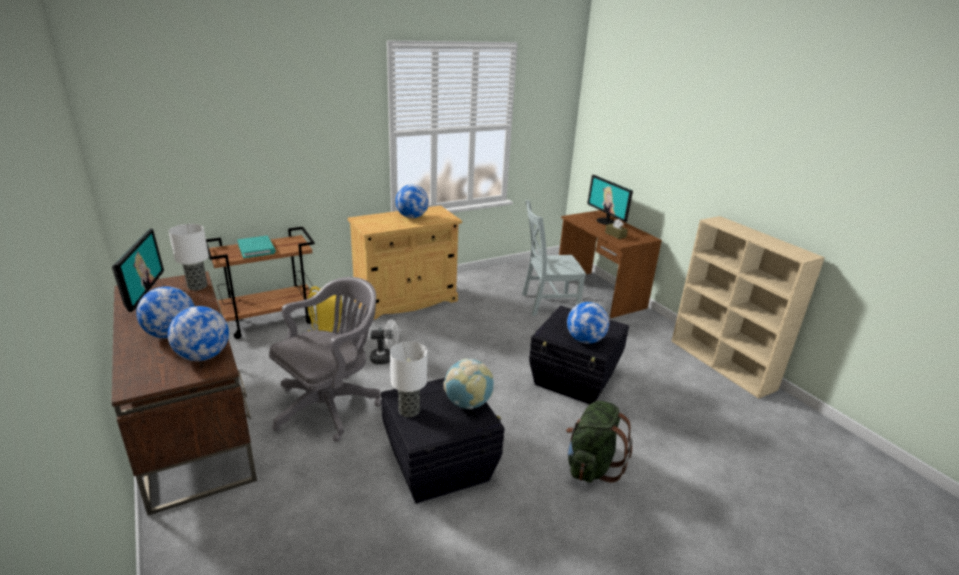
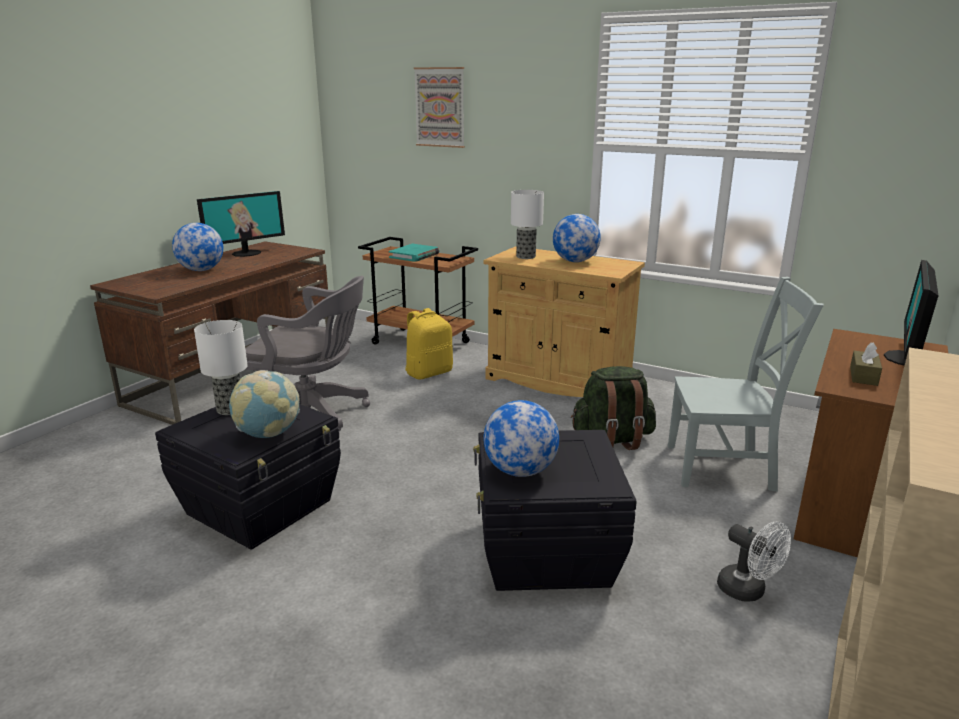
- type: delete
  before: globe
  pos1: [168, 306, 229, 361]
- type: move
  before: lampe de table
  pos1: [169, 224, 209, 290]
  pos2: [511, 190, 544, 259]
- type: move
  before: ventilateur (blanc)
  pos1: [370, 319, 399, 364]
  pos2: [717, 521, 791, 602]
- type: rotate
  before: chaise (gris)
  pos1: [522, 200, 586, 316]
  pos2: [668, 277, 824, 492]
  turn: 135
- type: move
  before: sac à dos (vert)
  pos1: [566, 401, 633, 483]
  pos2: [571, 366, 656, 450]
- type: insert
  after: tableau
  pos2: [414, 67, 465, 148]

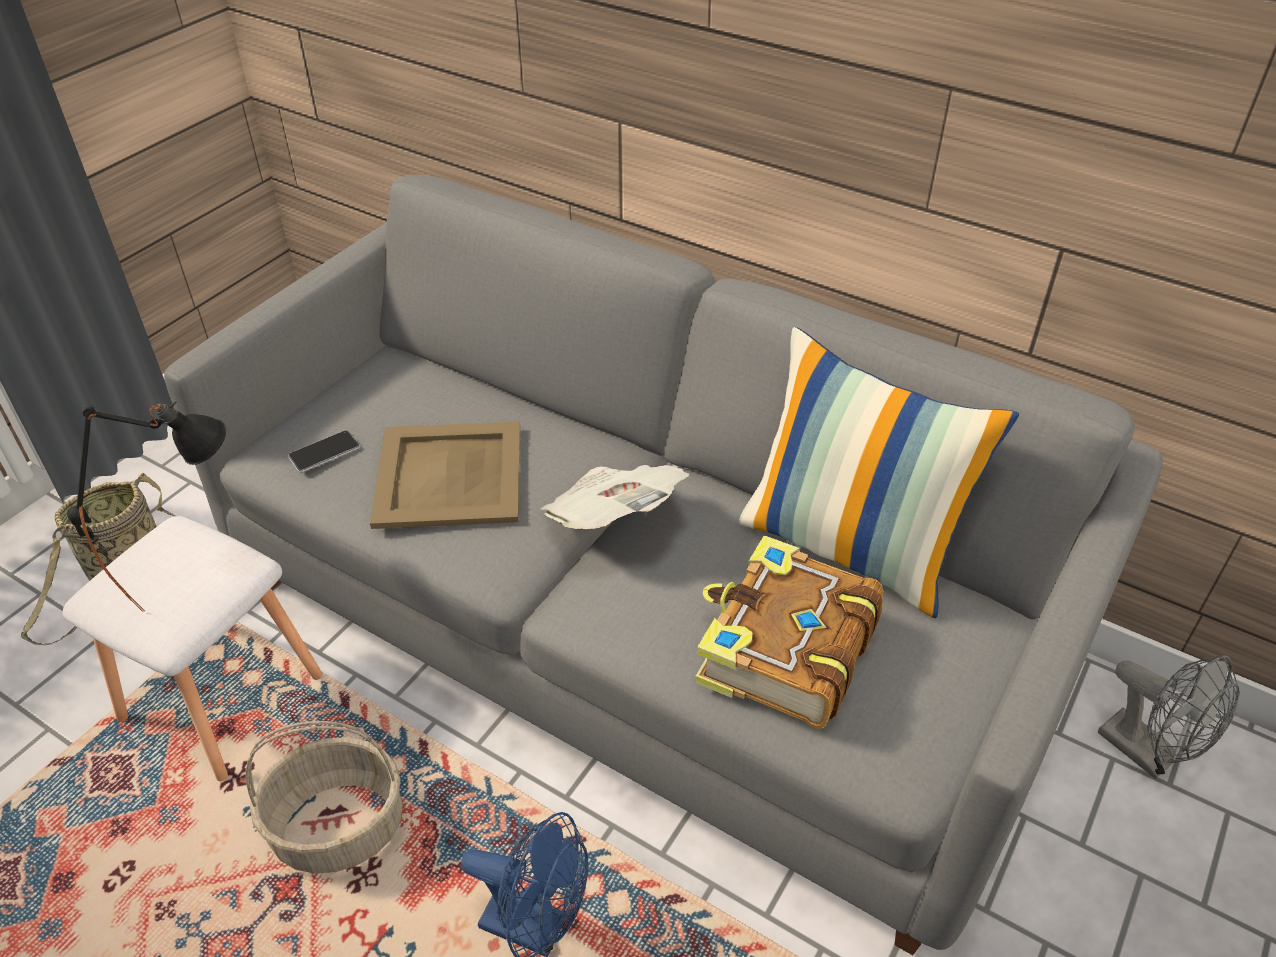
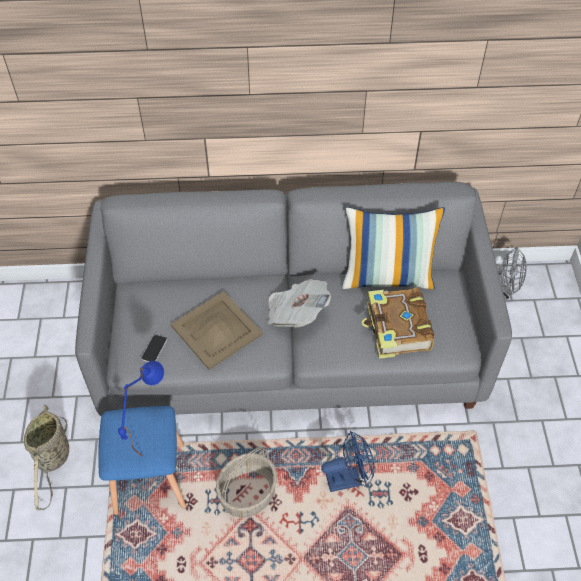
- type: recolor
  before: tabouret (blanc)
  after: tabouret (bleu)
  pos1: [62, 516, 323, 781]
  pos2: [98, 406, 186, 515]
- type: recolor
  before: lampe de table (noir)
  after: lampe de table (bleu)
  pos1: [67, 401, 226, 612]
  pos2: [118, 361, 164, 457]

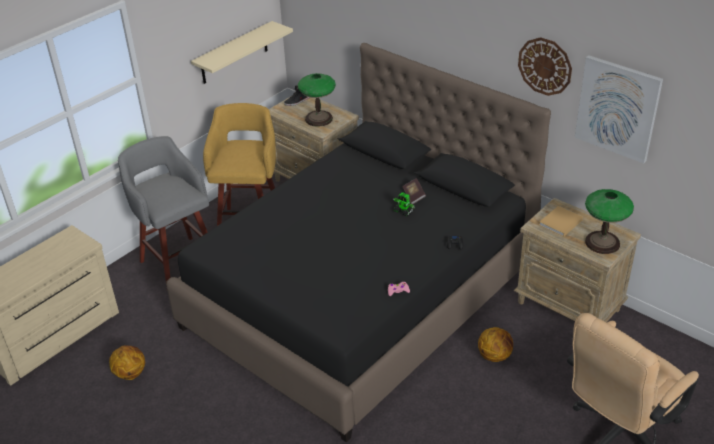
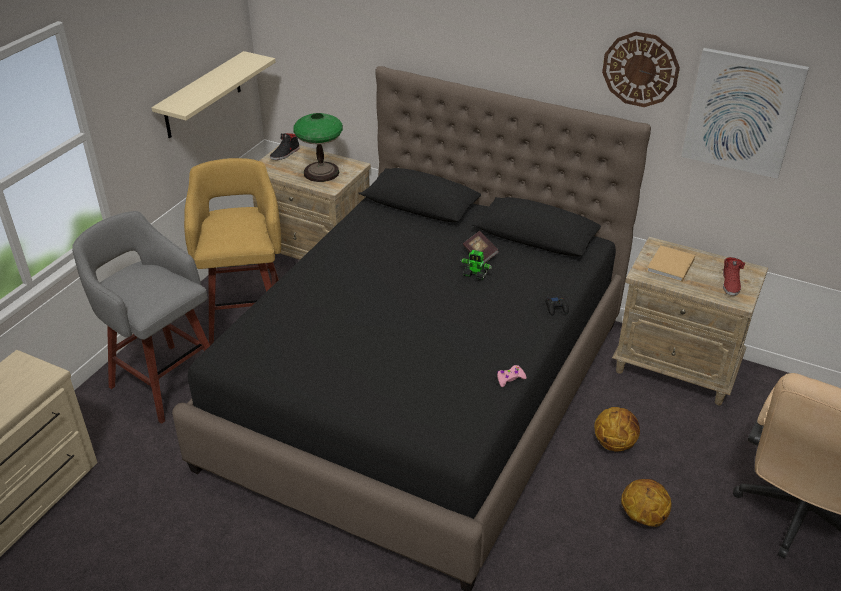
- type: move
  before: ballon de basket
  pos1: [109, 345, 145, 380]
  pos2: [621, 479, 671, 527]
- type: replace
  before: lampe de table
  after: chaussure (rouge)
  pos1: [585, 189, 634, 254]
  pos2: [723, 257, 745, 296]

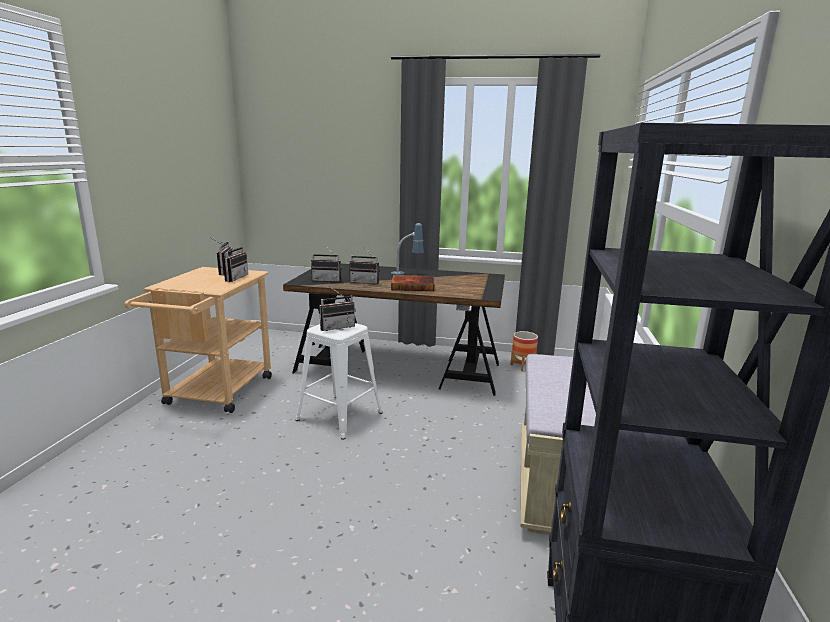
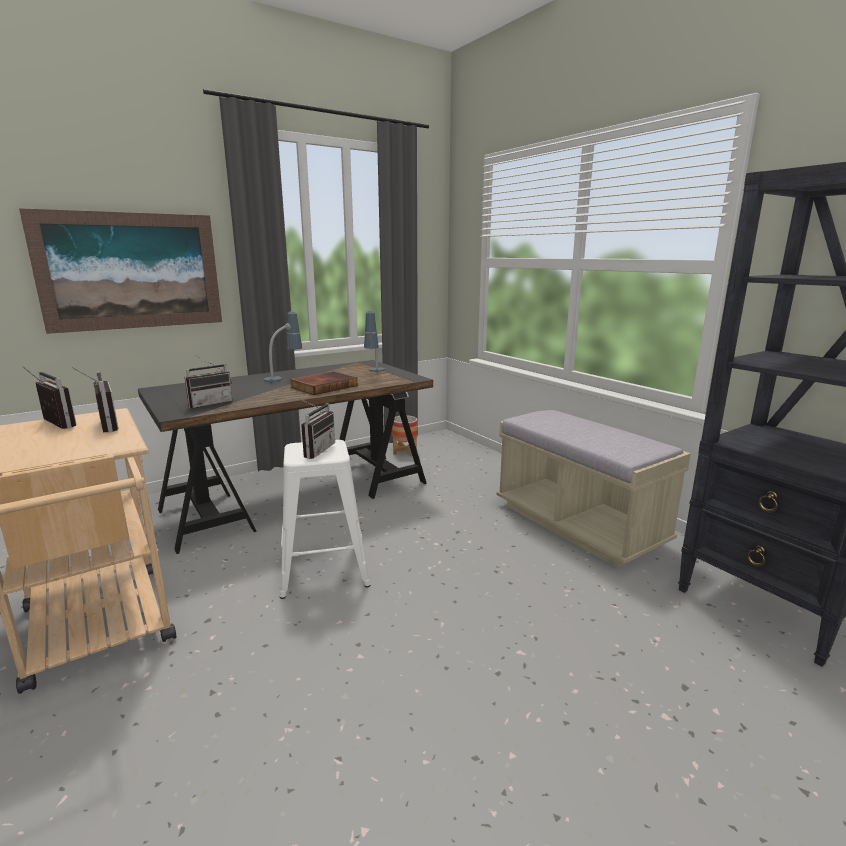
- type: delete
  before: radio
  pos1: [349, 251, 380, 284]
- type: insert
  after: tableau
  pos2: [19, 208, 222, 334]
- type: insert
  after: lampe de table
  pos2: [364, 311, 385, 372]

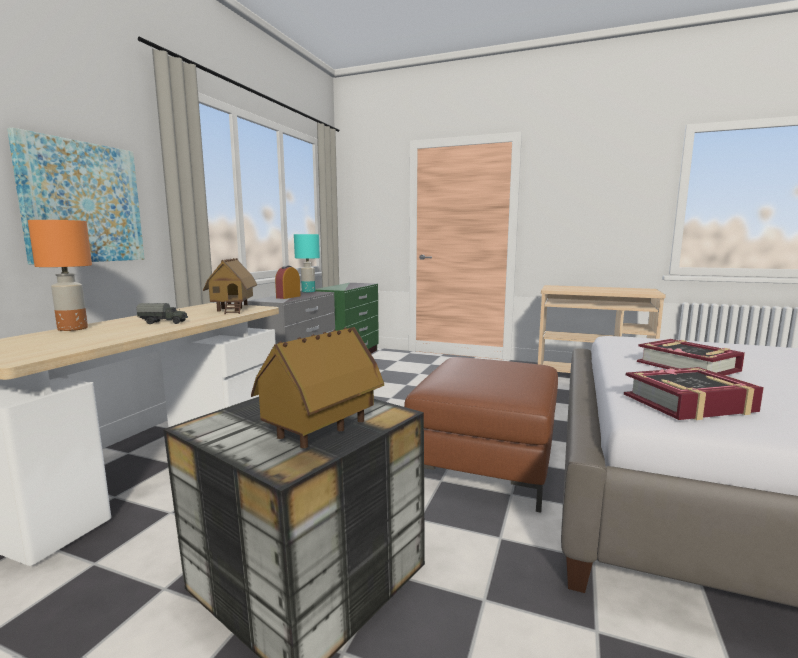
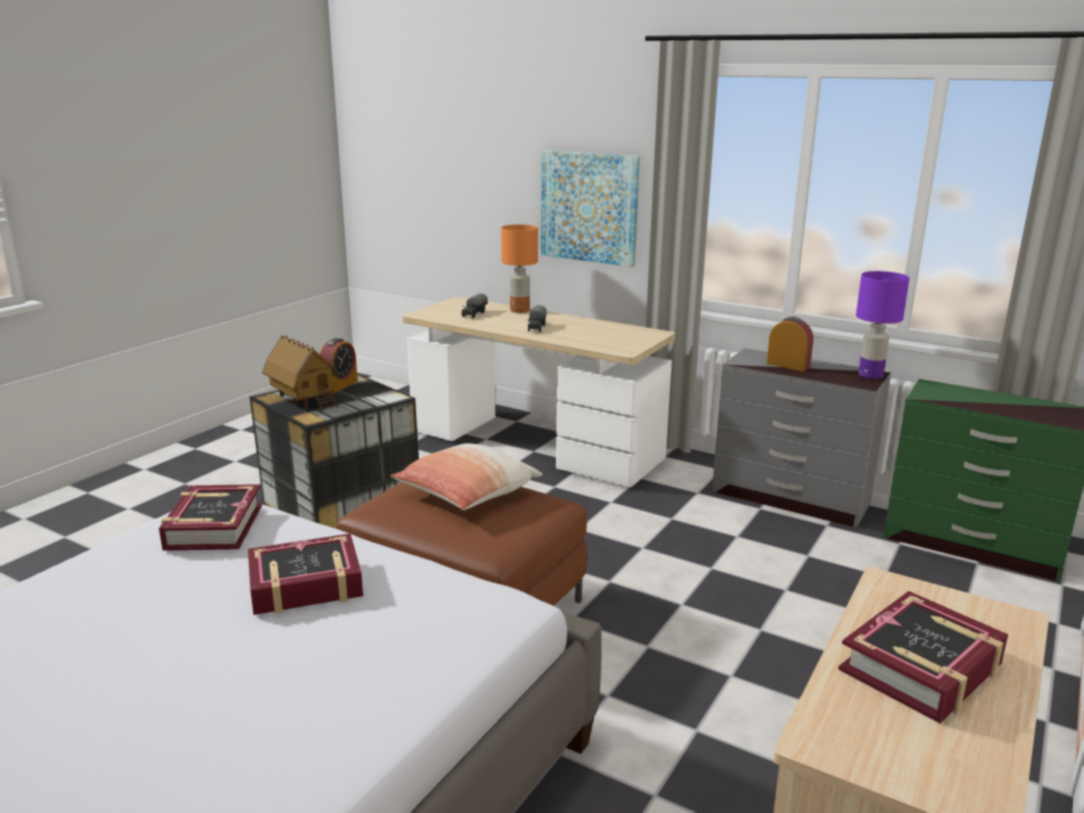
- type: delete
  before: maison miniature
  pos1: [203, 258, 257, 314]
- type: recolor
  before: lampe de table (turquoise)
  after: lampe de table (violet)
  pos1: [294, 234, 320, 292]
  pos2: [856, 271, 910, 379]
- type: insert
  after: réveil
  pos2: [319, 338, 358, 393]
- type: insert
  after: coussin
  pos2: [390, 443, 543, 510]
- type: insert
  after: camion jouet
  pos2: [461, 293, 488, 318]
- type: insert
  after: livre
  pos2: [838, 591, 1008, 723]

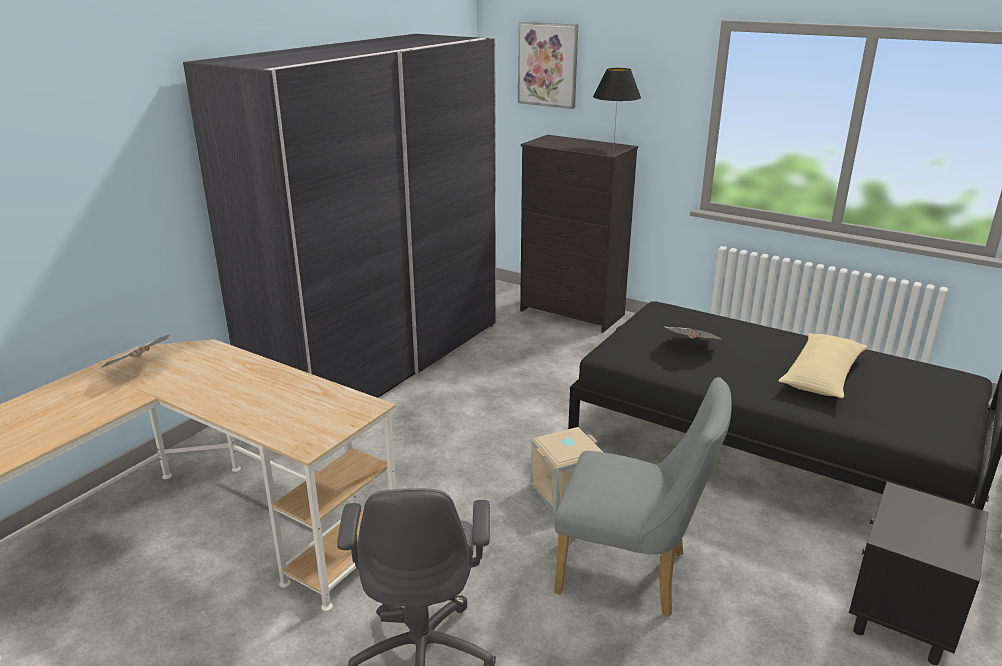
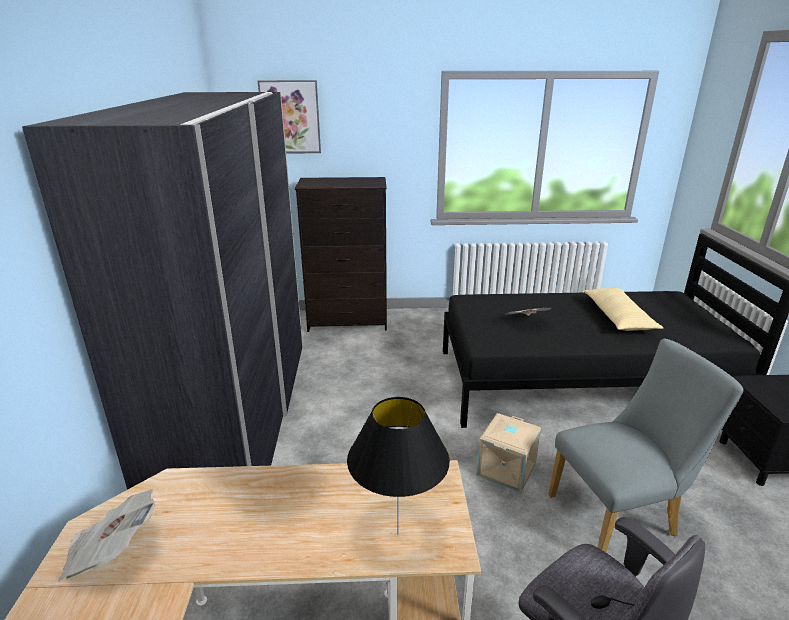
- type: move
  before: lampe de table (noir)
  pos1: [593, 68, 641, 143]
  pos2: [347, 397, 450, 536]

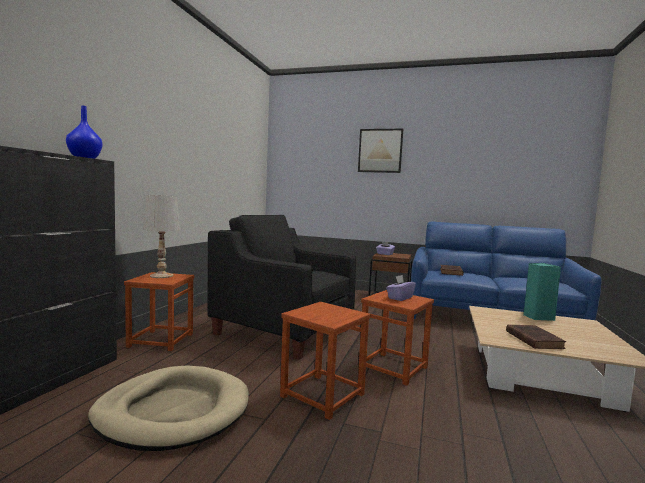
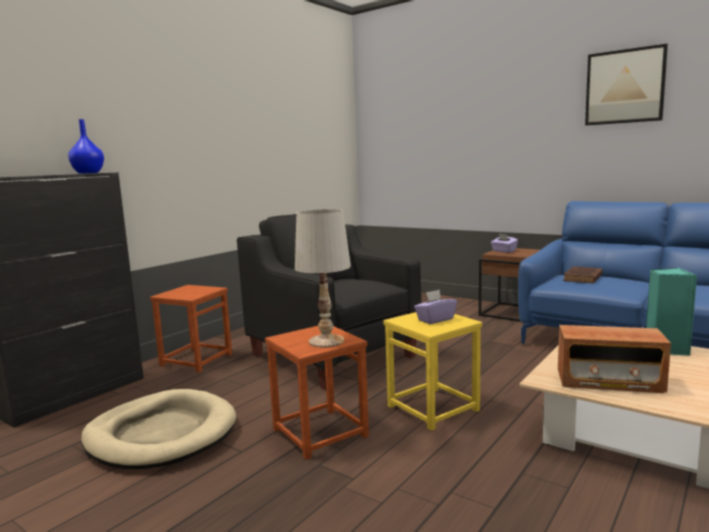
- type: move
  before: lampe de table (blanc)
  pos1: [143, 195, 180, 278]
  pos2: [295, 209, 351, 347]
- type: move
  before: tableau
  pos1: [358, 129, 403, 173]
  pos2: [585, 44, 668, 126]
- type: recolor
  before: tabouret (marron)
  after: tabouret (jaune)
  pos1: [359, 290, 434, 386]
  pos2: [383, 312, 482, 431]
- type: replace
  before: livre (marron)
  after: radio
  pos1: [506, 325, 566, 349]
  pos2: [558, 325, 671, 393]

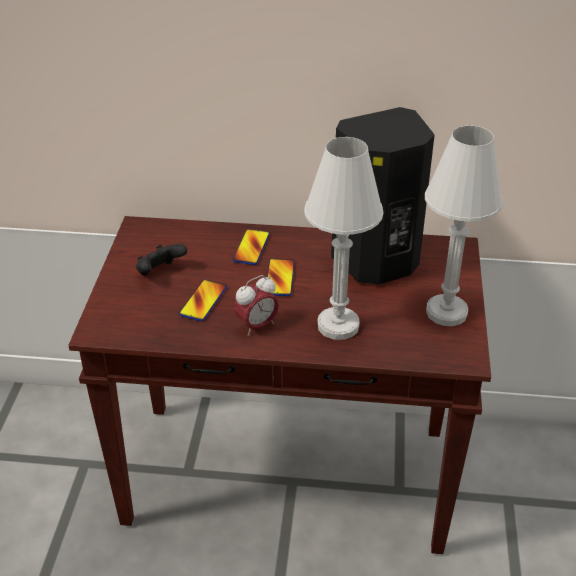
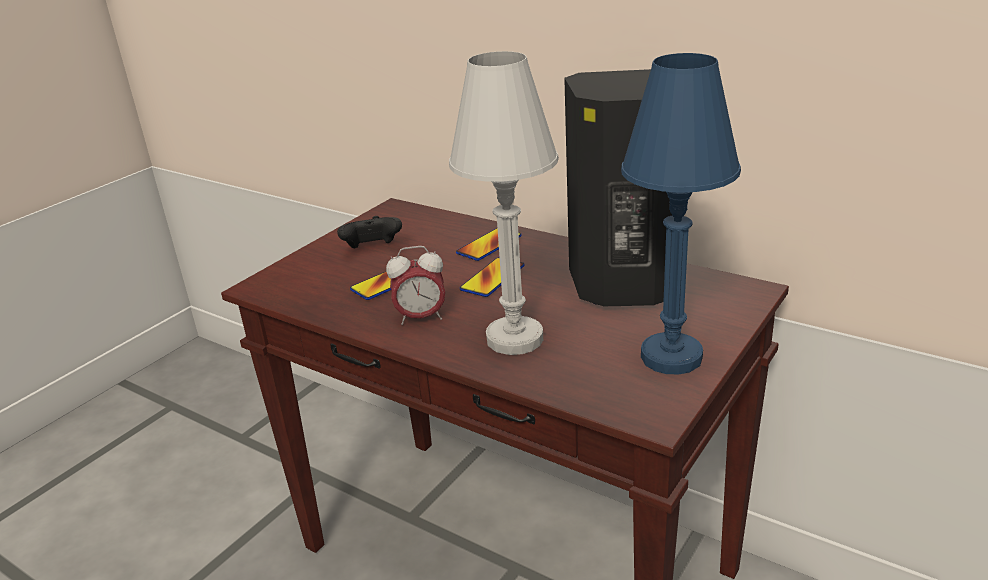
- type: recolor
  before: lampe de table (blanc)
  after: lampe de table (bleu)
  pos1: [425, 125, 503, 326]
  pos2: [621, 53, 741, 374]

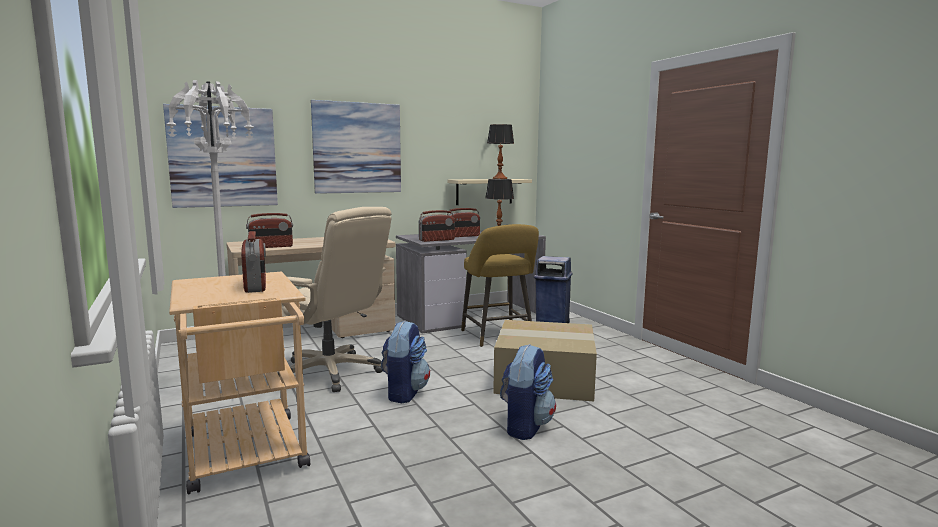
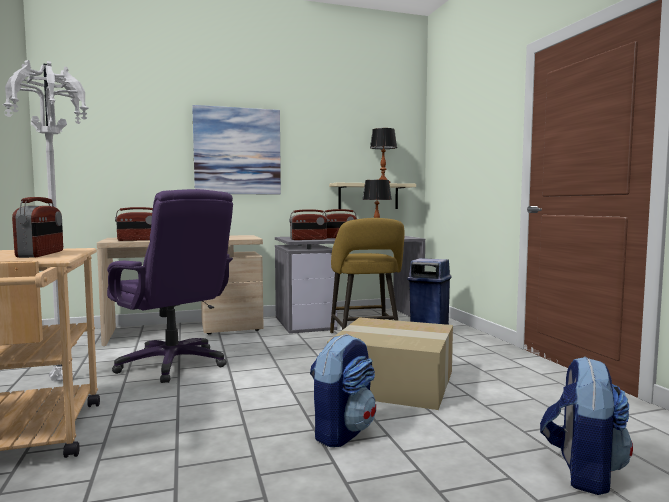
- type: delete
  before: tableau
  pos1: [163, 104, 278, 208]
- type: recolor
  before: chaise de bureau (beige)
  after: chaise de bureau (violet)
  pos1: [278, 207, 392, 392]
  pos2: [107, 189, 233, 383]
- type: move
  before: sac à dos
  pos1: [381, 321, 430, 403]
  pos2: [540, 356, 633, 495]

